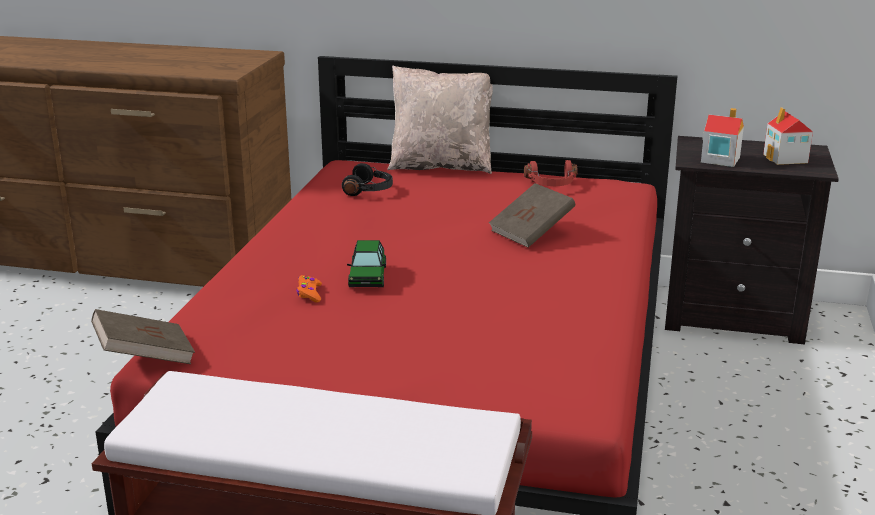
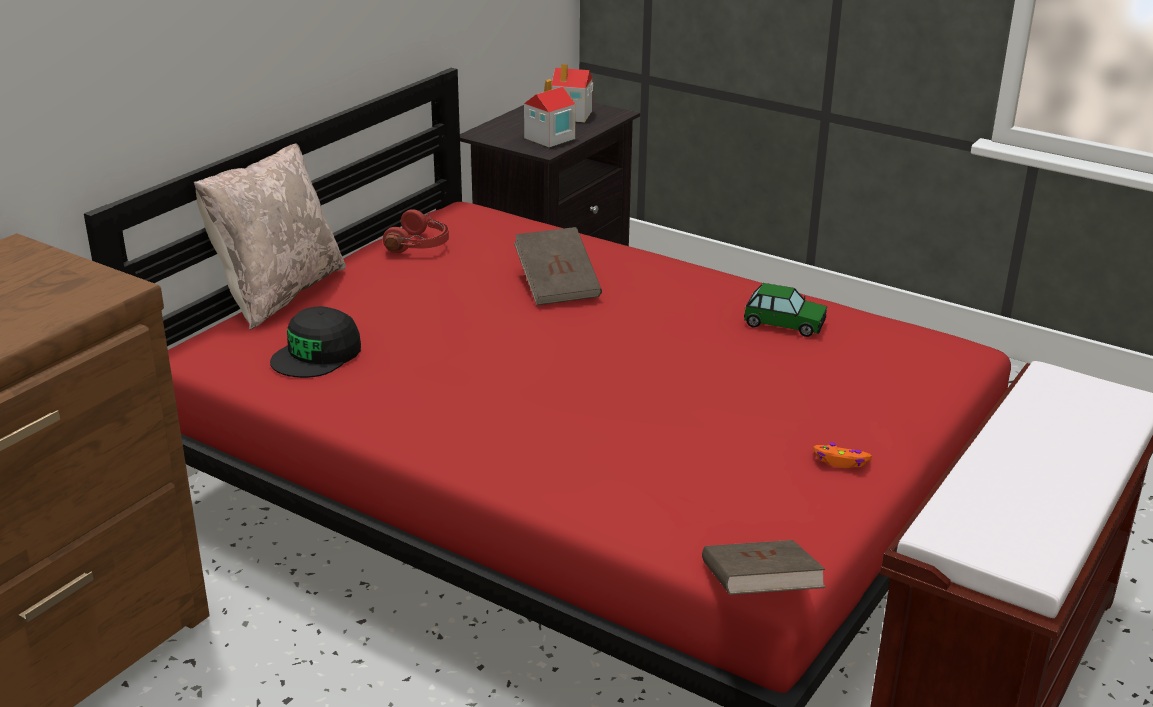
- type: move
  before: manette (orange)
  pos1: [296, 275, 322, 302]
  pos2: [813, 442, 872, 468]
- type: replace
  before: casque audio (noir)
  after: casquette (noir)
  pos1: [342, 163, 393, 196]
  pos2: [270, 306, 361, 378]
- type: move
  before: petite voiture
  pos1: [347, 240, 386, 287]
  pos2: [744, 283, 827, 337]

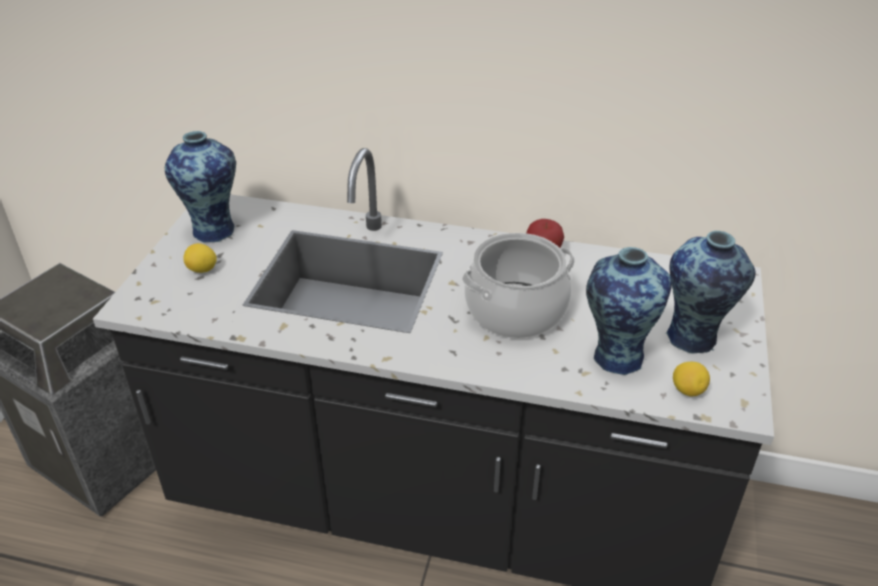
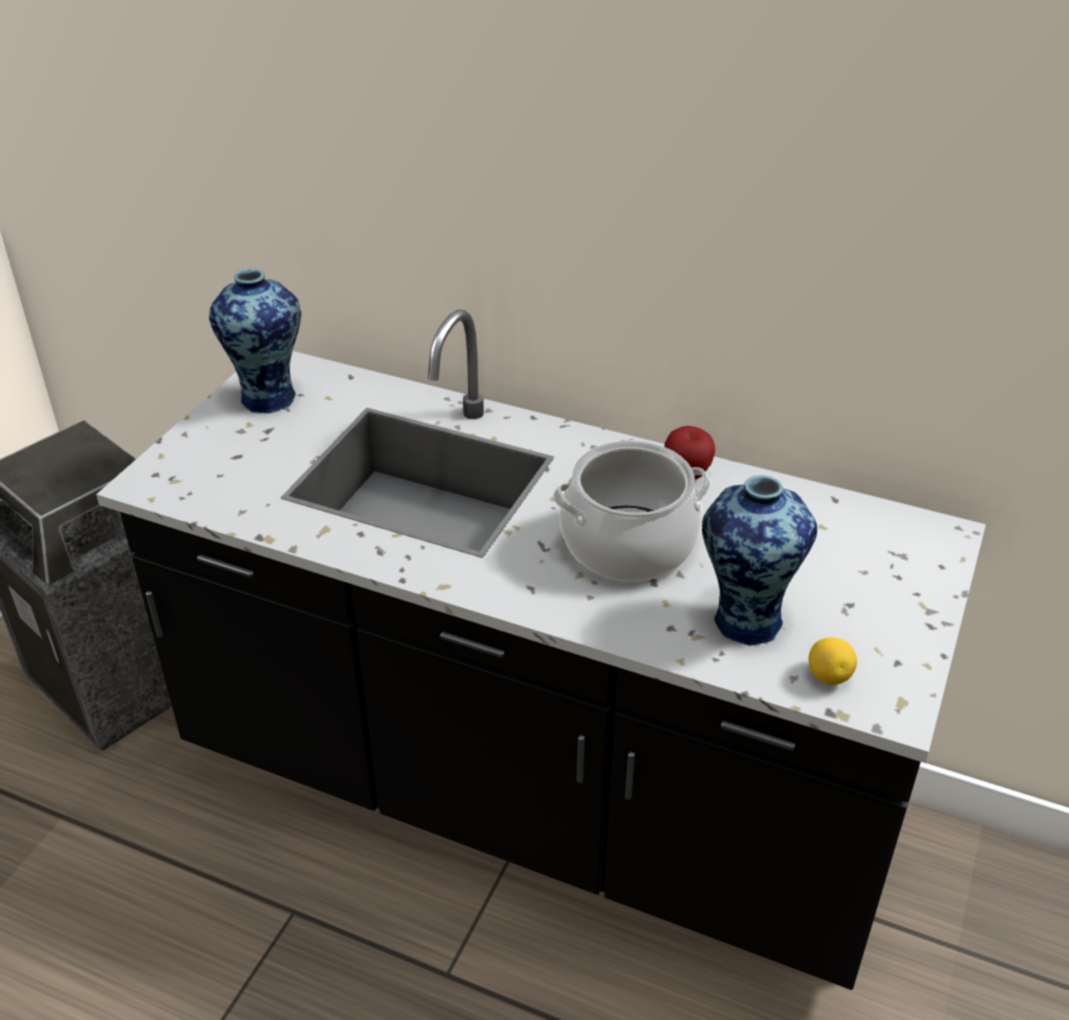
- type: delete
  before: citron
  pos1: [183, 243, 217, 273]
- type: delete
  before: vase
  pos1: [666, 231, 755, 354]

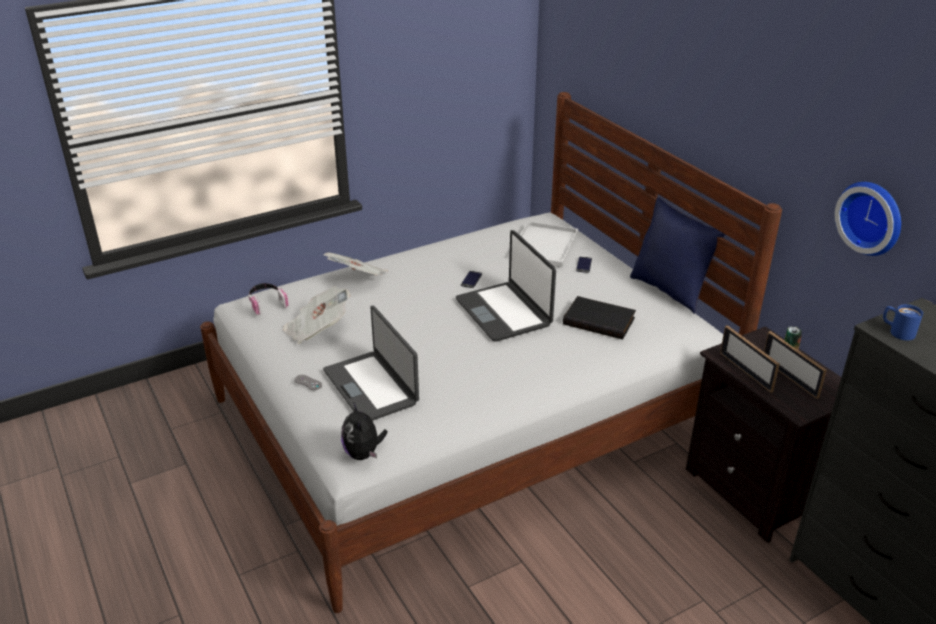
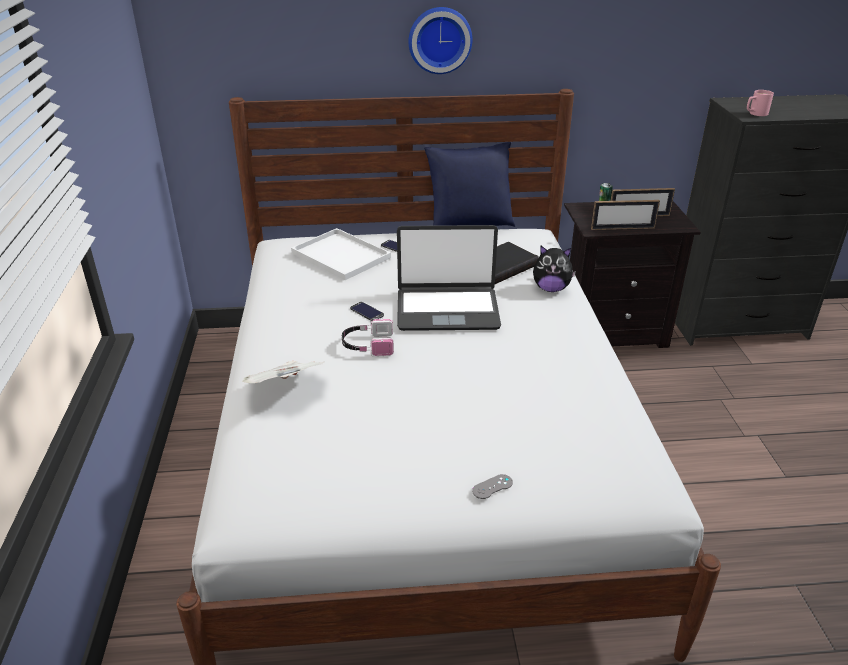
- type: move
  before: casque audio
  pos1: [248, 283, 289, 315]
  pos2: [342, 318, 394, 357]
- type: delete
  before: journal
  pos1: [283, 286, 351, 344]
- type: delete
  before: ordinateur portable
  pos1: [323, 305, 419, 421]
- type: move
  before: peluche
  pos1: [341, 402, 387, 460]
  pos2: [533, 246, 576, 292]
- type: move
  before: horloge murale
  pos1: [835, 182, 901, 256]
  pos2: [409, 7, 472, 74]
- type: recolor
  before: mug (bleu)
  after: mug (rose)
  pos1: [883, 304, 923, 341]
  pos2: [747, 90, 774, 116]

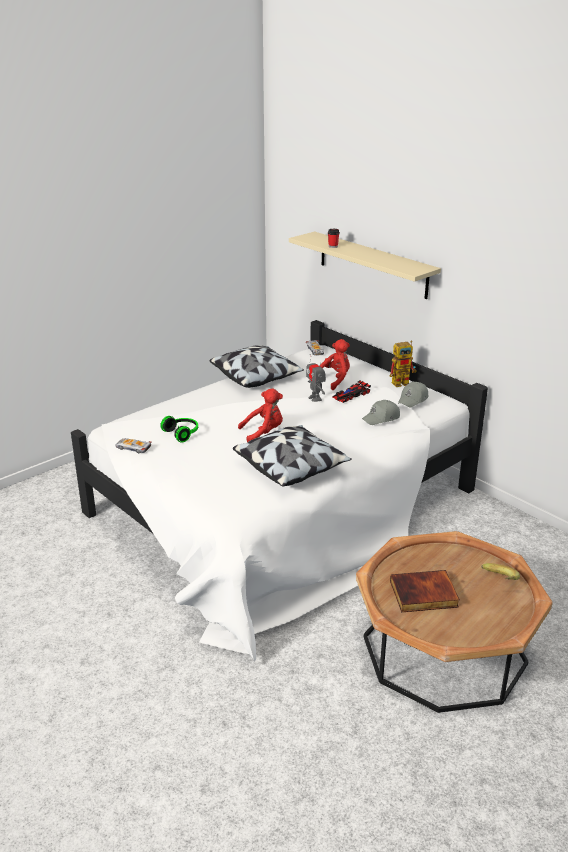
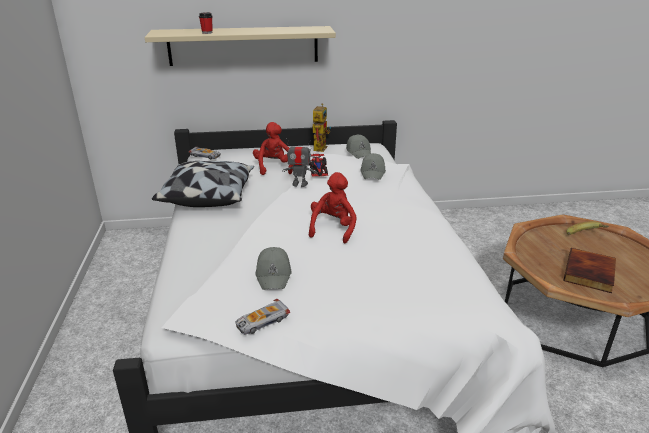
- type: replace
  before: casque audio
  after: casquette (gris)
  pos1: [160, 416, 198, 443]
  pos2: [256, 247, 291, 290]
- type: delete
  before: coussin
  pos1: [233, 425, 352, 487]

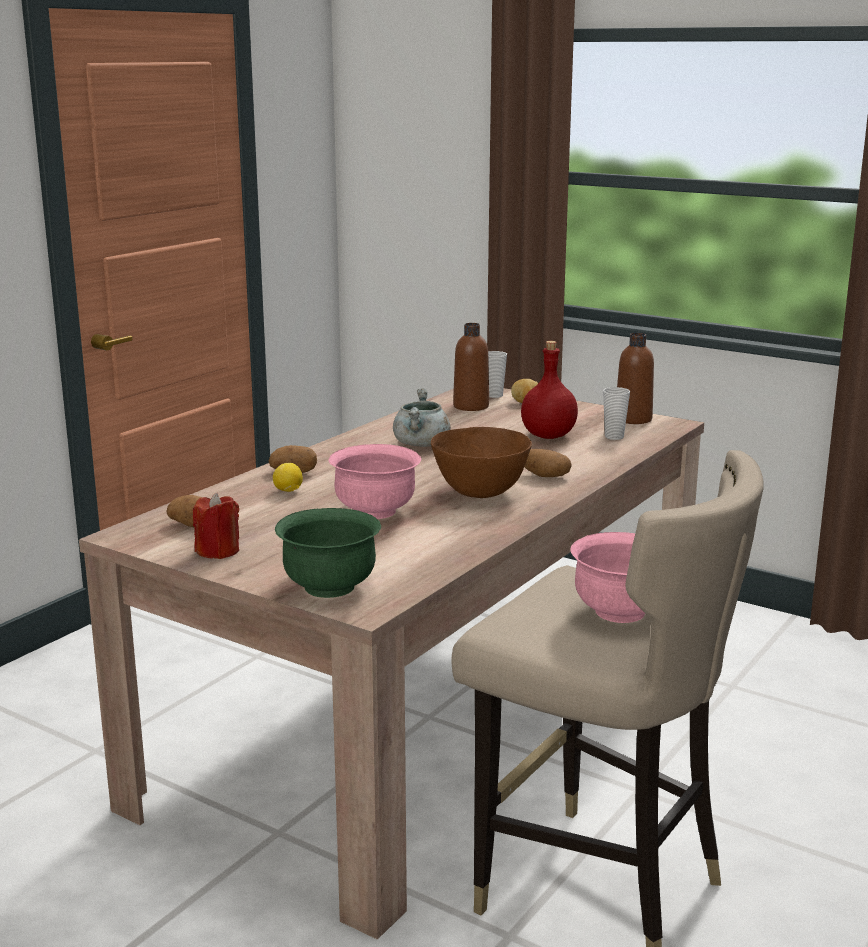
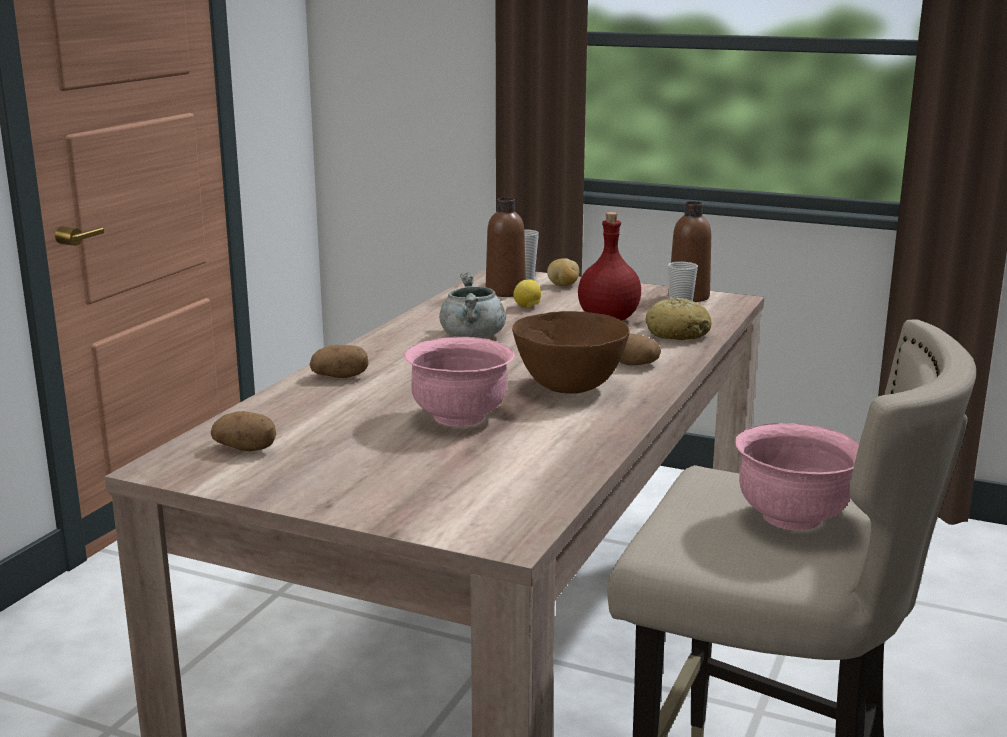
- type: delete
  before: bougie (rouge)
  pos1: [193, 492, 239, 559]
- type: move
  before: citron
  pos1: [273, 463, 303, 492]
  pos2: [513, 279, 541, 307]
- type: delete
  before: bol (vert)
  pos1: [275, 508, 381, 598]
- type: insert
  after: pain
  pos2: [646, 297, 711, 340]

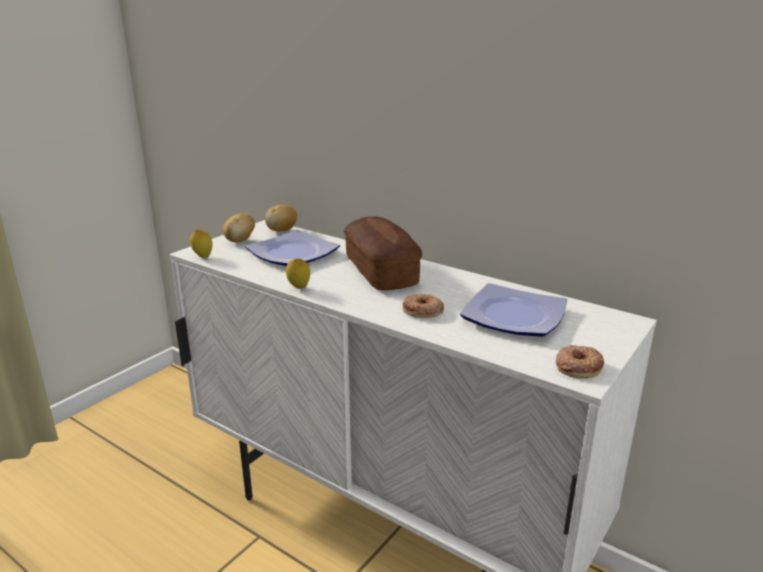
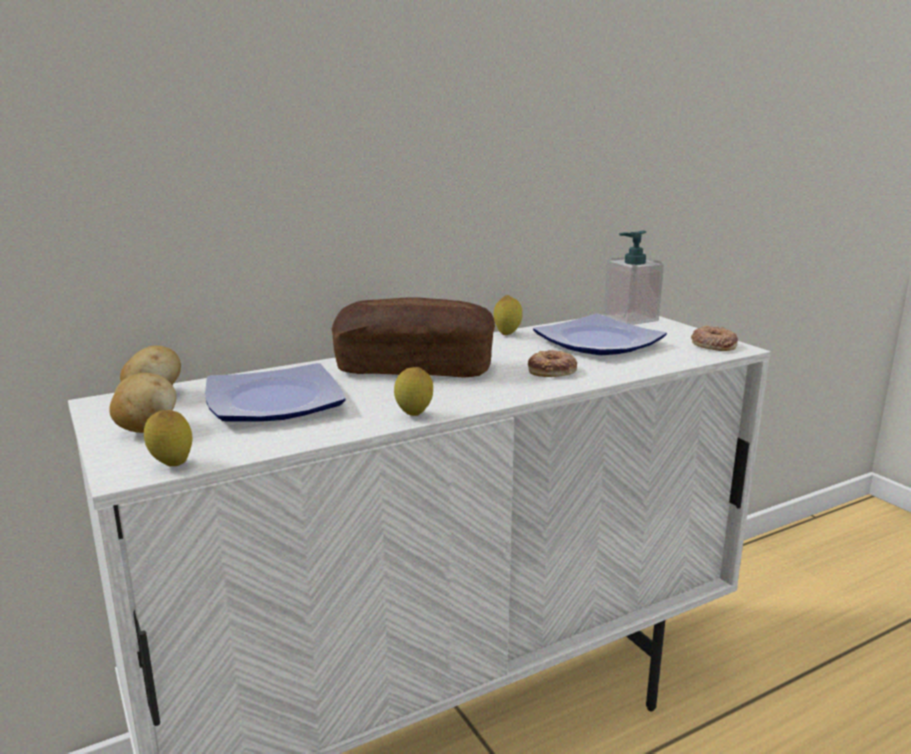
- type: insert
  after: citron
  pos2: [494, 295, 522, 335]
- type: insert
  after: distributeur de savon
  pos2: [604, 231, 664, 325]

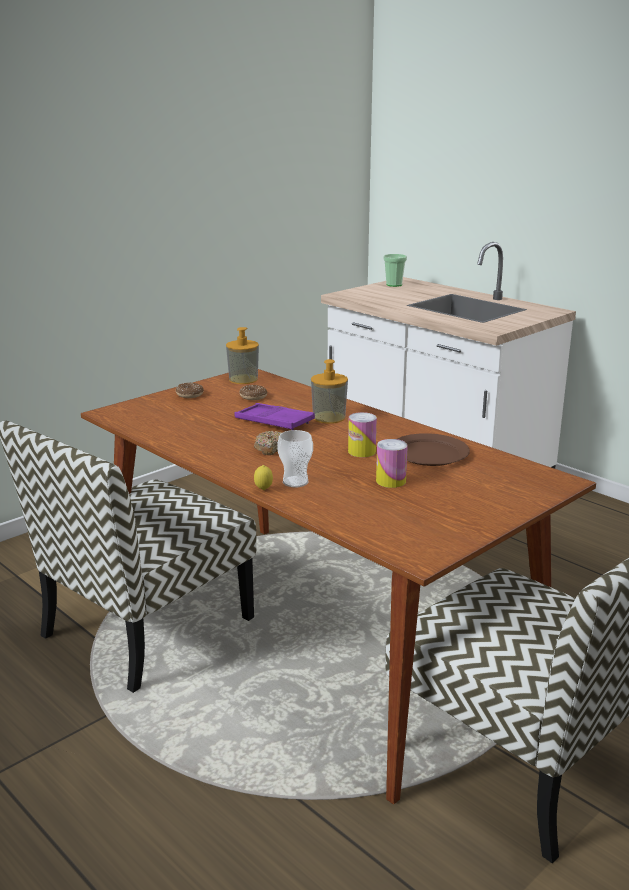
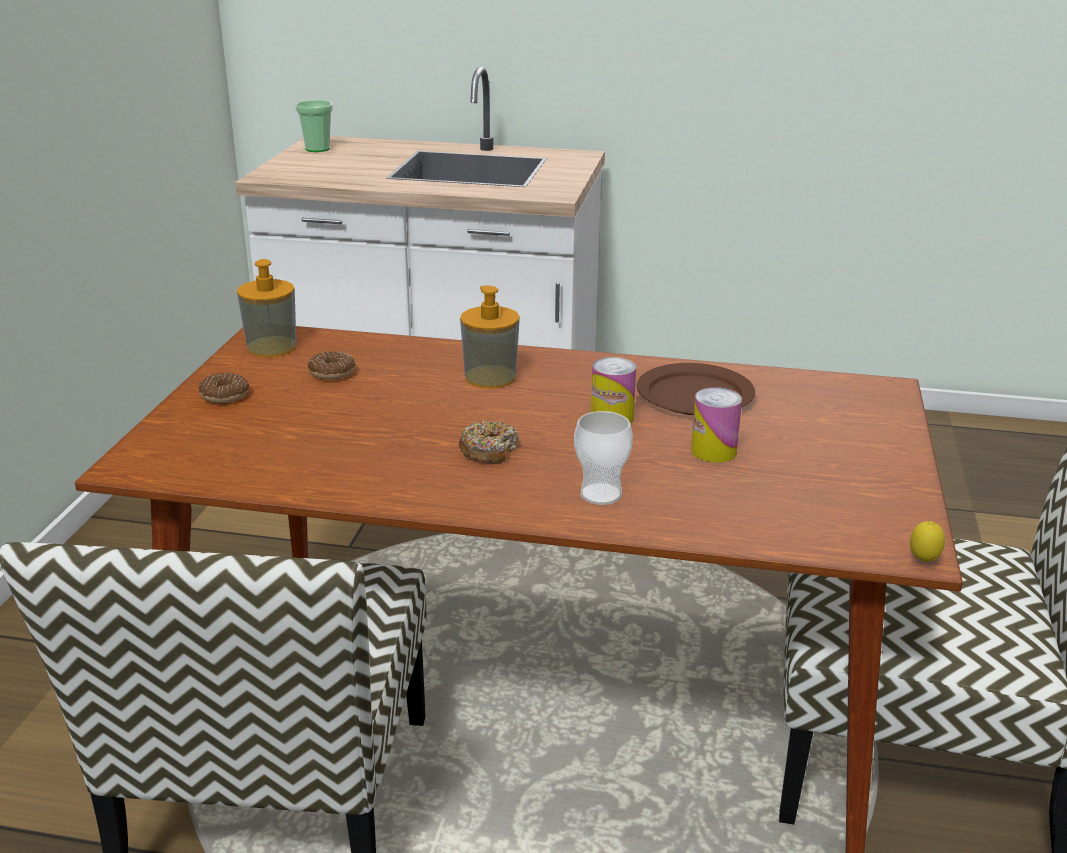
- type: delete
  before: plateau (violet)
  pos1: [234, 403, 315, 430]
- type: move
  before: citron
  pos1: [254, 465, 273, 490]
  pos2: [910, 521, 945, 562]

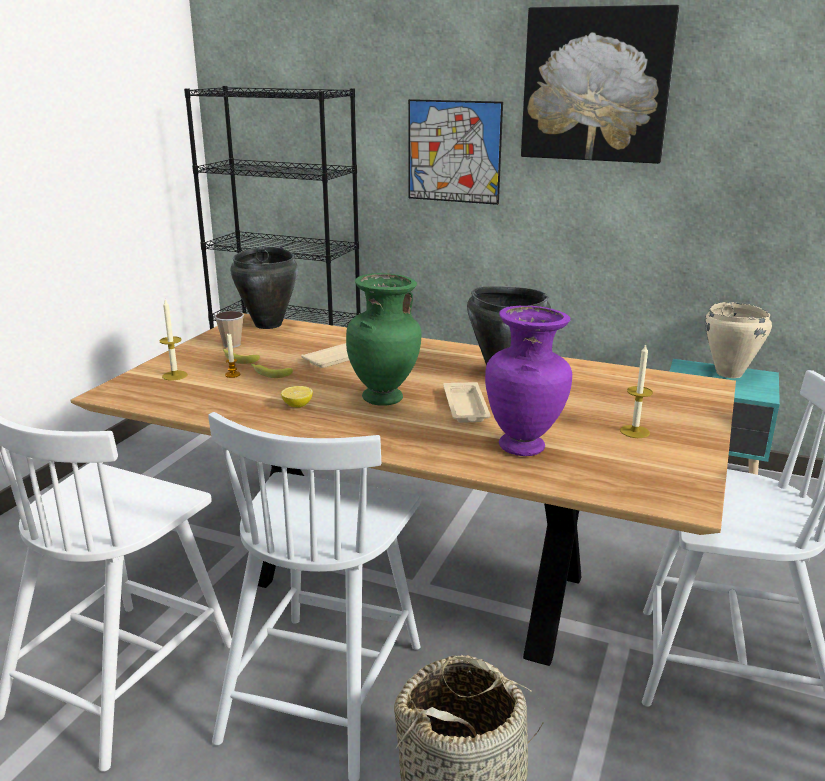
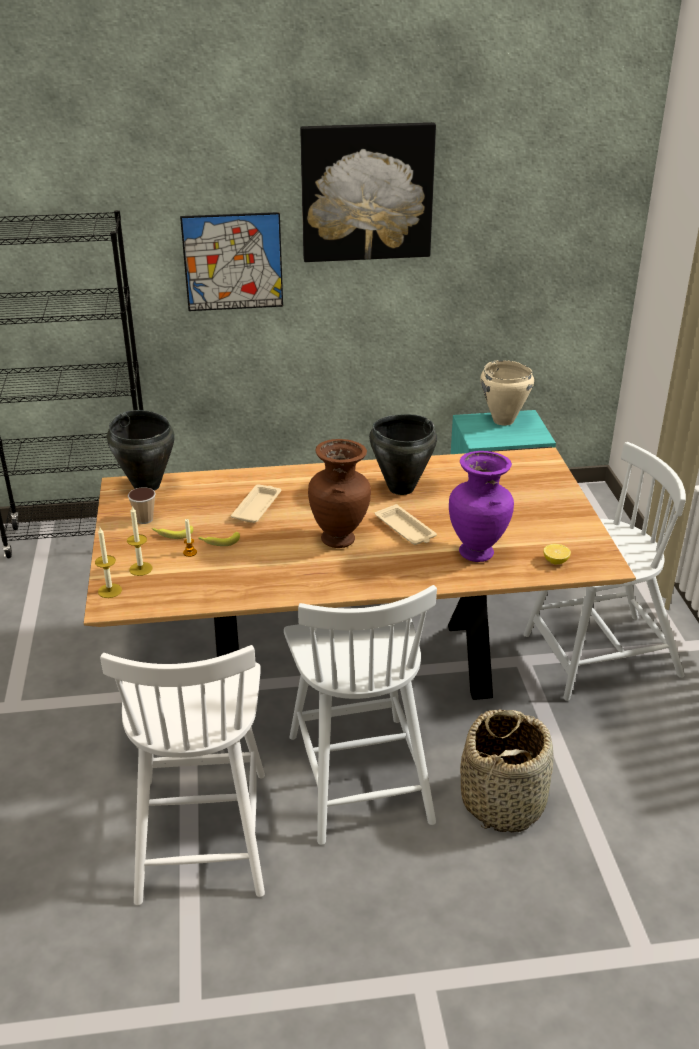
- type: move
  before: citron
  pos1: [281, 386, 313, 407]
  pos2: [543, 544, 571, 564]
- type: recolor
  before: vase (vert)
  after: vase (marron)
  pos1: [346, 273, 421, 406]
  pos2: [308, 439, 371, 548]
- type: move
  before: bougie
  pos1: [620, 343, 653, 438]
  pos2: [95, 527, 122, 598]

